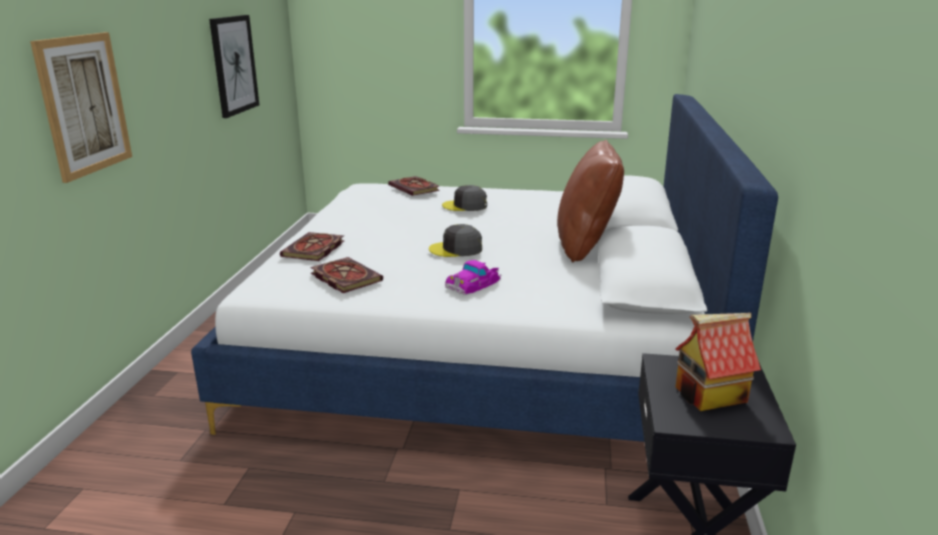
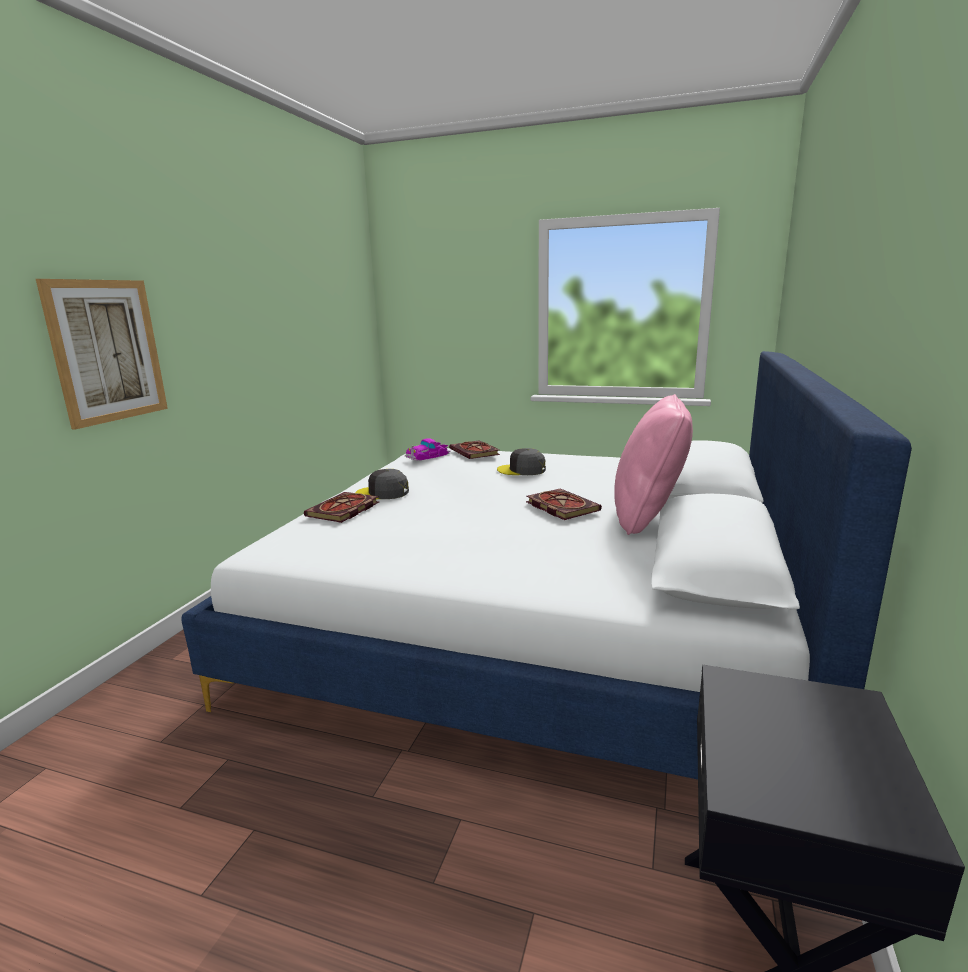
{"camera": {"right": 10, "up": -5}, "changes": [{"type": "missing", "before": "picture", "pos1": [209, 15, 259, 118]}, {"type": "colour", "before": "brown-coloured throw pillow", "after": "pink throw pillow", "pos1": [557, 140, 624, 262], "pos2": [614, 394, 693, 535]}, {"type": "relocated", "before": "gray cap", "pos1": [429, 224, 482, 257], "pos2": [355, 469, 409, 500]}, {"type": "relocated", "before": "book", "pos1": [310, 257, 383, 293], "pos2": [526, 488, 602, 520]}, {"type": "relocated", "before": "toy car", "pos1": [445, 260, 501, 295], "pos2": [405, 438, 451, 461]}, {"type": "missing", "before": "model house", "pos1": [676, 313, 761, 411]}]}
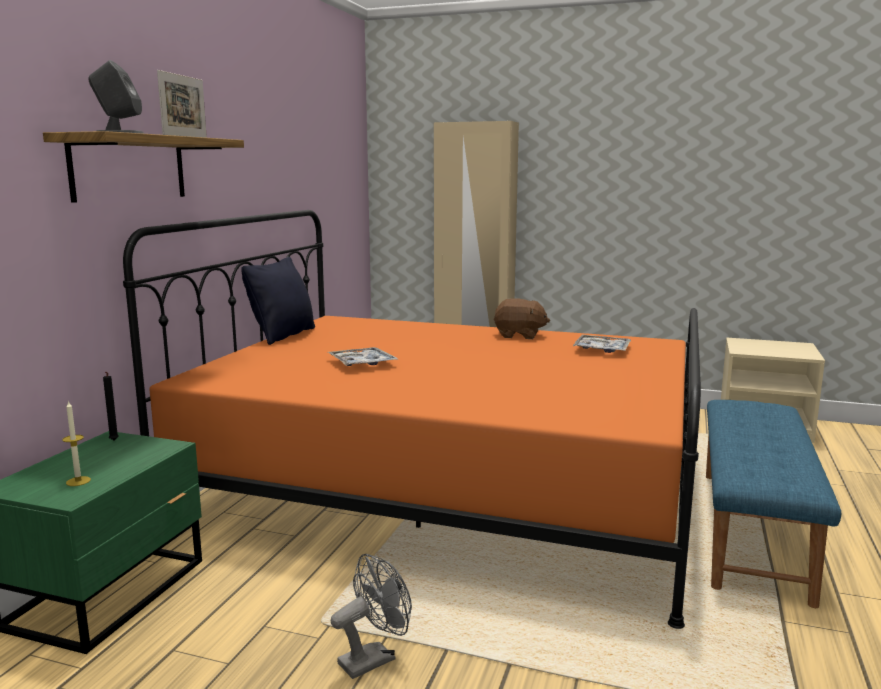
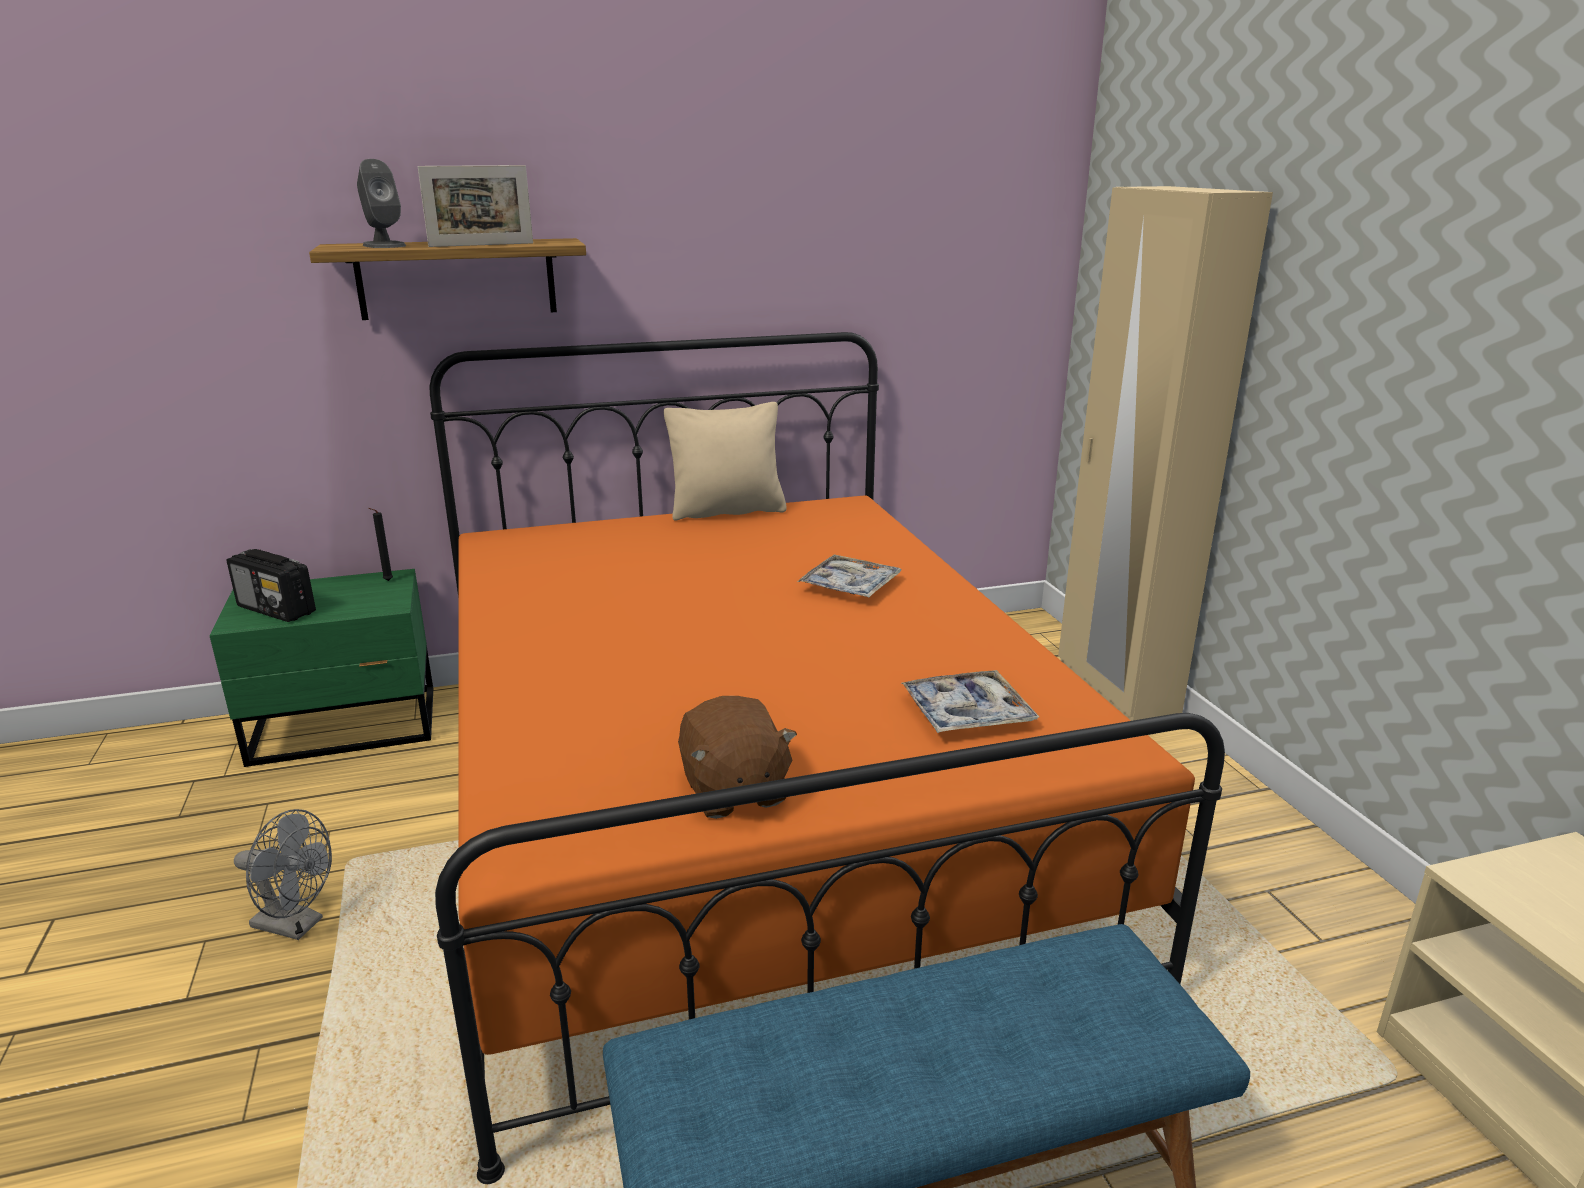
{"camera": {"right": 55, "up": 10}, "changes": [{"type": "colour", "before": "blackish throw pillow", "after": "beige-coloured throw pillow", "pos1": [241, 257, 315, 345], "pos2": [664, 402, 787, 521]}, {"type": "relocated", "before": "brown-coloured soft toy", "pos1": [494, 298, 550, 339], "pos2": [678, 696, 797, 819]}, {"type": "relocated", "before": "serving tray", "pos1": [328, 347, 398, 366], "pos2": [797, 554, 901, 597]}, {"type": "exchanged", "before": "wax light", "after": "radio receiver", "pos1": [62, 401, 91, 486], "pos2": [226, 549, 316, 622]}]}
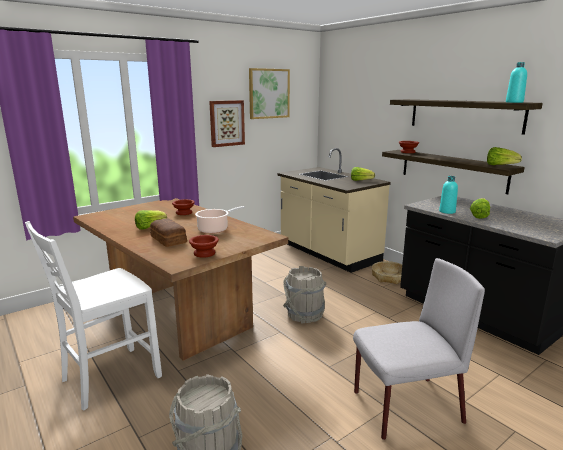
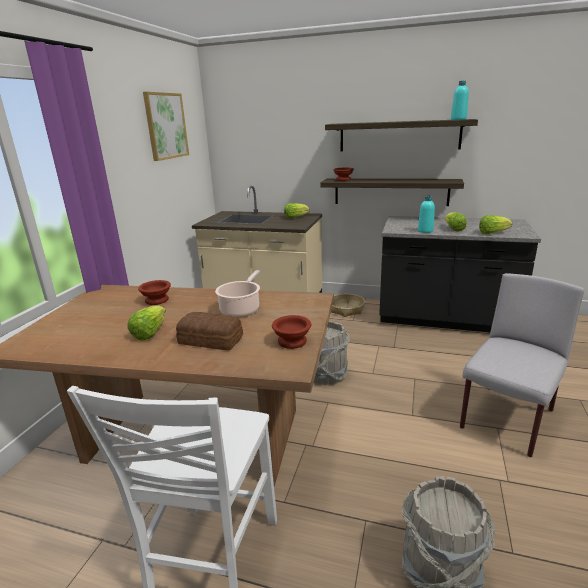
{"camera": {"right": -35, "up": 5}, "changes": [{"type": "missing", "before": "picture", "pos1": [209, 100, 245, 147]}, {"type": "relocated", "before": "lettuce head", "pos1": [487, 147, 522, 165], "pos2": [479, 215, 512, 234]}]}
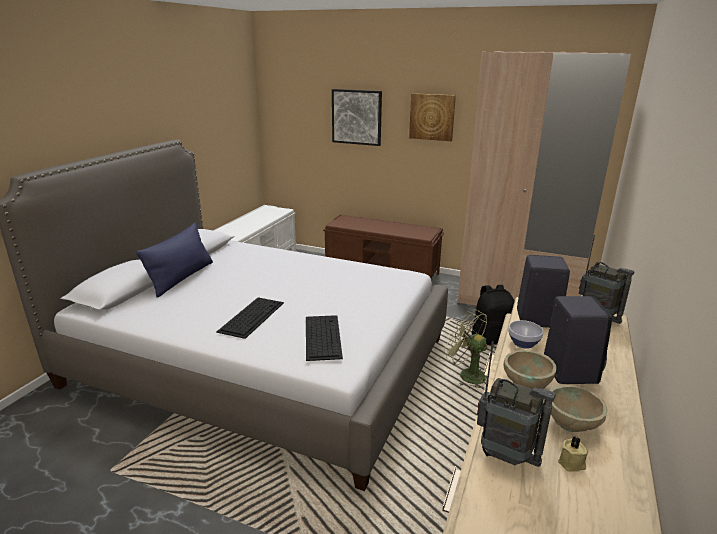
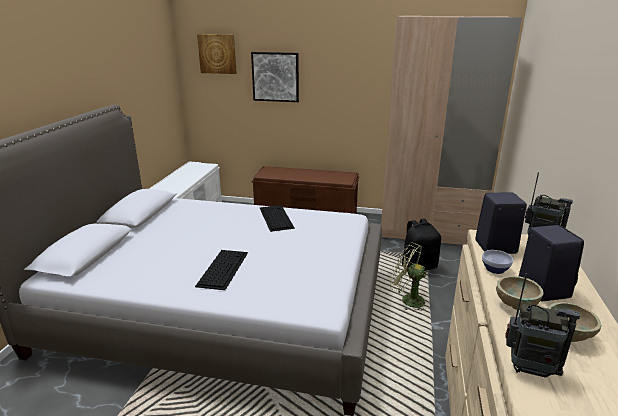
{"camera": {"right": -10, "up": 0}, "changes": [{"type": "relocated", "before": "picture", "pos1": [409, 93, 456, 141], "pos2": [197, 34, 237, 74]}, {"type": "missing", "before": "blue-coloured throw pillow", "pos1": [136, 223, 213, 298]}, {"type": "relocated", "before": "computer keyboard", "pos1": [306, 315, 343, 361], "pos2": [260, 205, 295, 232]}, {"type": "missing", "before": "beige-coloured wax light", "pos1": [558, 437, 588, 472]}]}
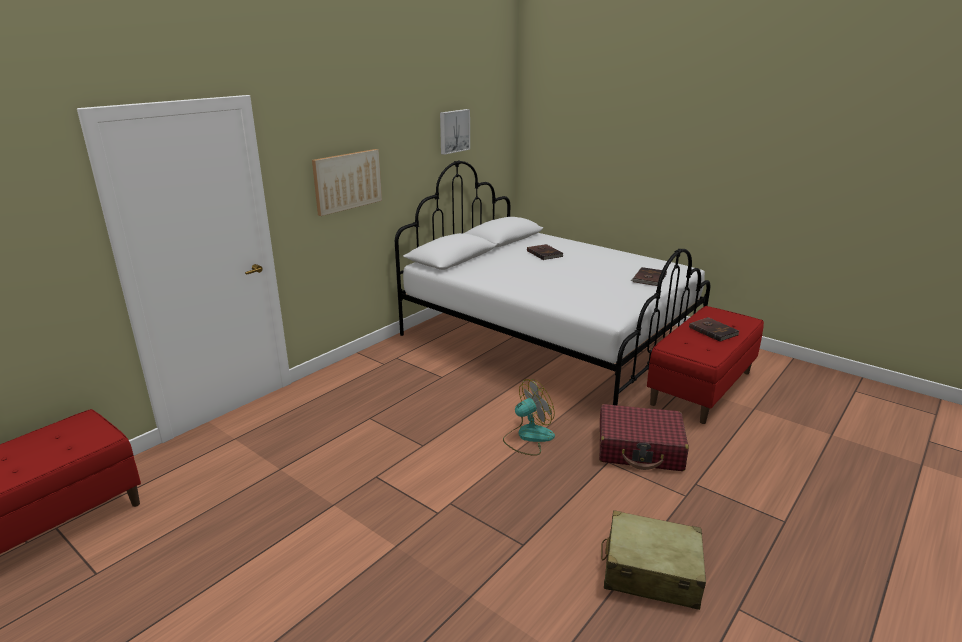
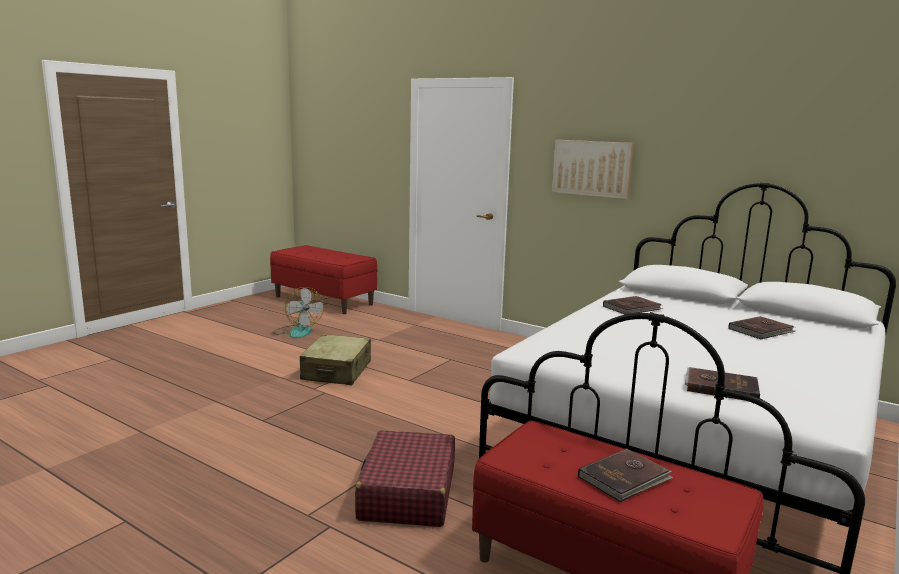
{"camera": {"right": 85, "up": -10}, "changes": [{"type": "missing", "before": "picture", "pos1": [440, 109, 470, 155]}, {"type": "relocated", "before": "cooling fan", "pos1": [503, 379, 555, 456], "pos2": [273, 287, 324, 339]}, {"type": "relocated", "before": "beige-coloured travel case", "pos1": [601, 510, 706, 610], "pos2": [300, 334, 371, 385]}, {"type": "appeared", "after": "brown-coloured book", "pos2": [603, 296, 663, 315]}]}
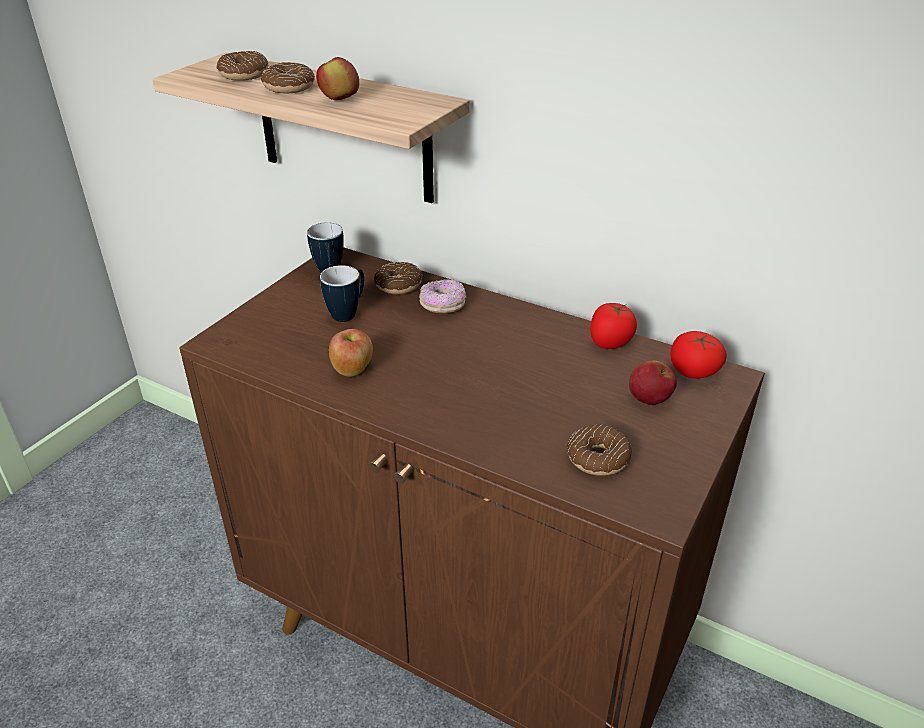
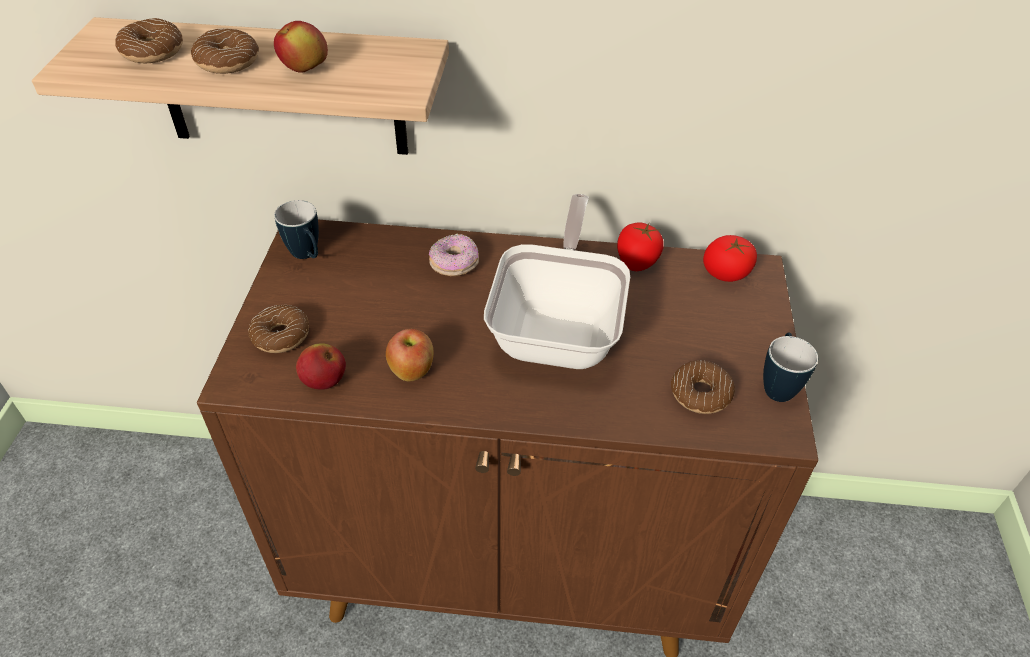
{"camera": {"right": -25, "up": 10}, "changes": [{"type": "relocated", "before": "doughnut", "pos1": [374, 262, 422, 294], "pos2": [249, 305, 309, 353]}, {"type": "relocated", "before": "tea mug", "pos1": [320, 265, 364, 322], "pos2": [763, 332, 818, 402]}, {"type": "relocated", "before": "apple", "pos1": [629, 361, 677, 405], "pos2": [296, 343, 346, 390]}, {"type": "appeared", "after": "skillet", "pos2": [484, 194, 630, 369]}]}
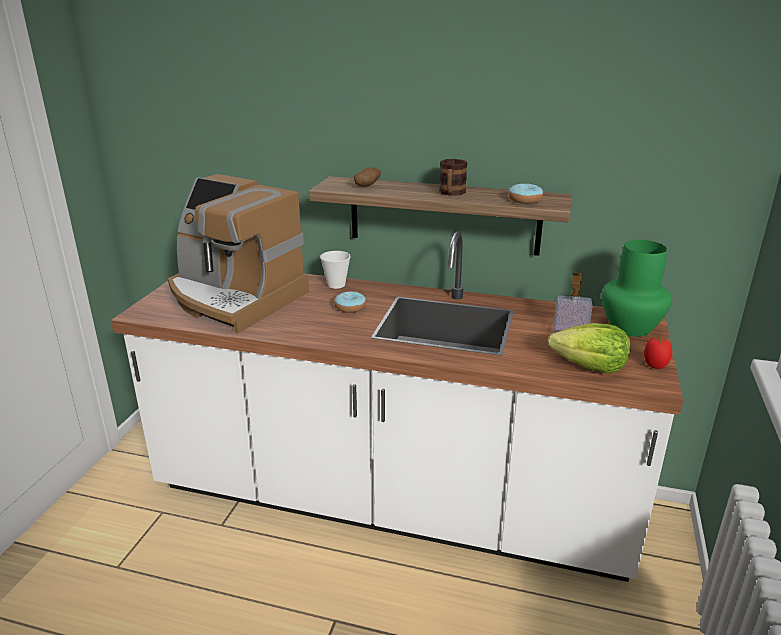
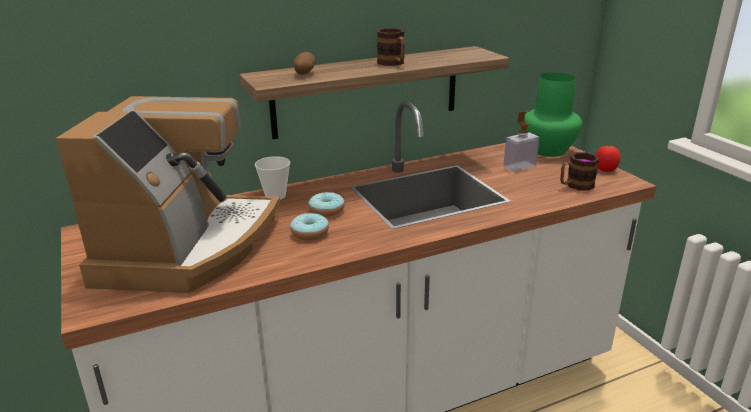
{"camera": {"right": -40, "up": 0}, "changes": [{"type": "spun", "before": "coffee maker", "pos1": [168, 174, 309, 334], "pos2": [56, 96, 280, 293], "turn": -75}, {"type": "relocated", "before": "doughnut", "pos1": [508, 184, 543, 204], "pos2": [290, 213, 329, 240]}, {"type": "exchanged", "before": "lettuce head", "after": "tea mug", "pos1": [548, 323, 631, 374], "pos2": [560, 152, 599, 191]}]}
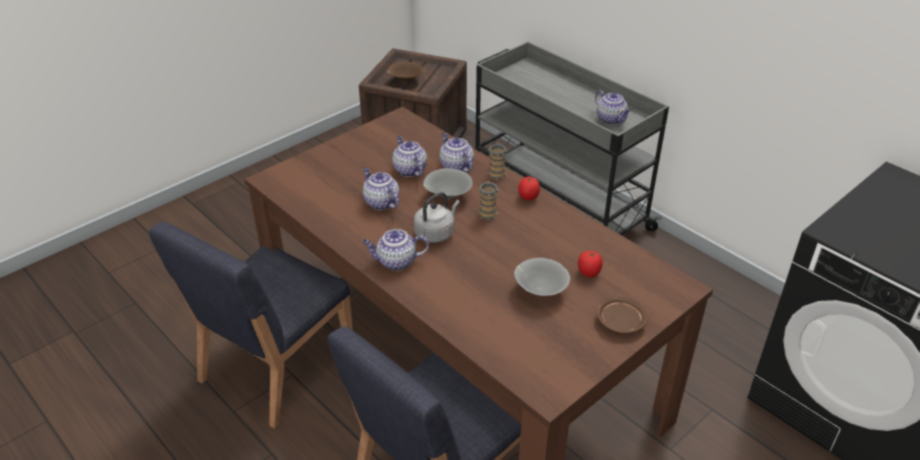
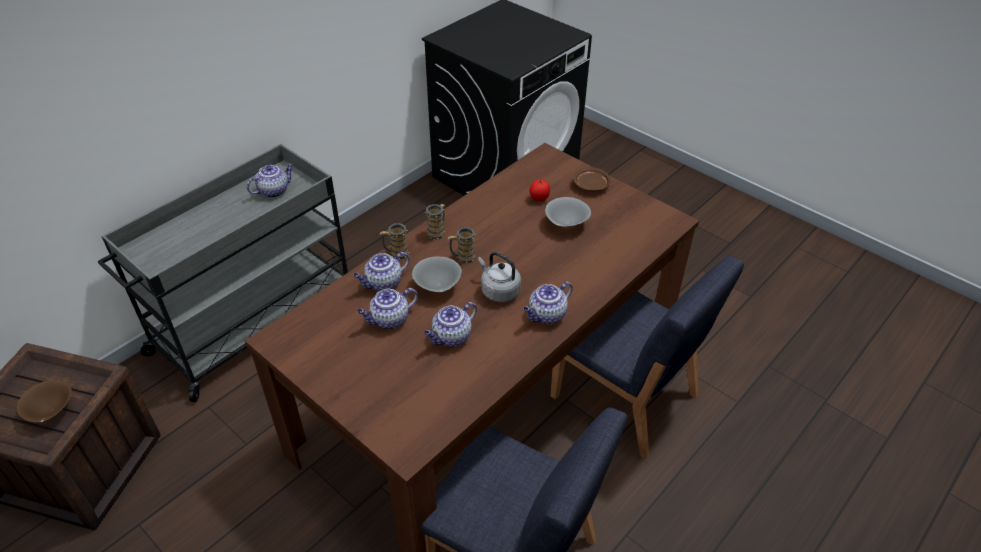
{"camera": {"right": -95, "up": 5}, "changes": [{"type": "exchanged", "before": "whole tomato", "after": "tea mug", "pos1": [518, 176, 540, 200], "pos2": [425, 204, 446, 240]}, {"type": "spun", "before": "teapot", "pos1": [362, 229, 429, 271], "pos2": [524, 281, 573, 324], "turn": 60}]}
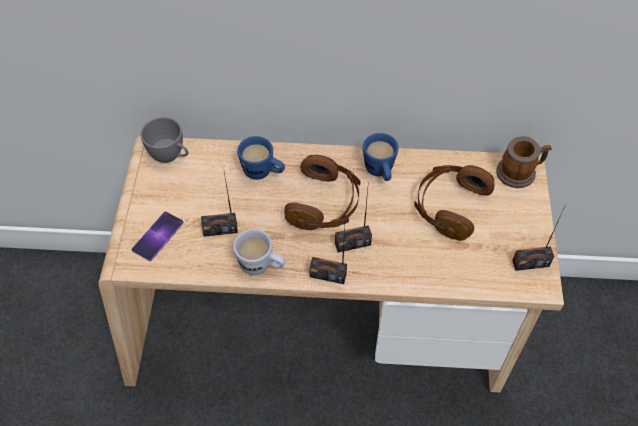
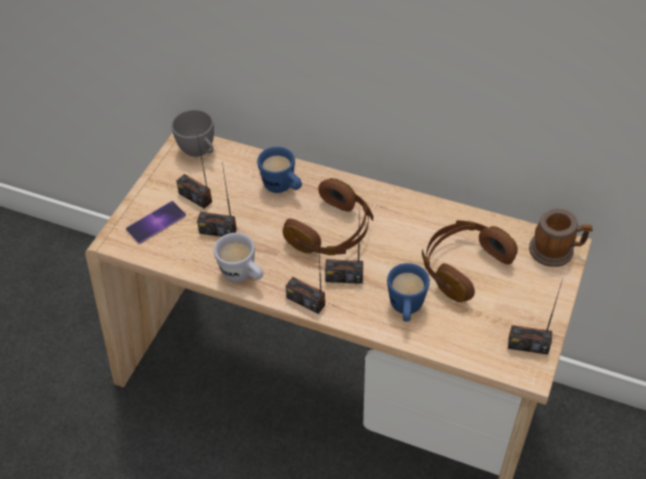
{"camera": {"right": 20, "up": -5}, "changes": [{"type": "relocated", "before": "blue-coloured tea mug", "pos1": [363, 133, 399, 181], "pos2": [387, 263, 430, 321]}, {"type": "appeared", "after": "radio receiver", "pos2": [176, 134, 212, 209]}]}
